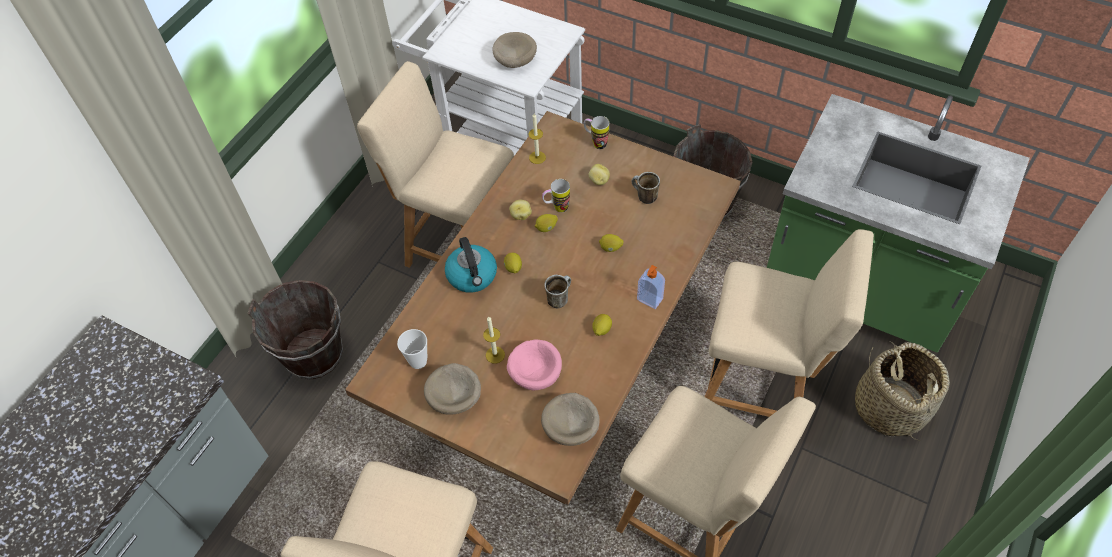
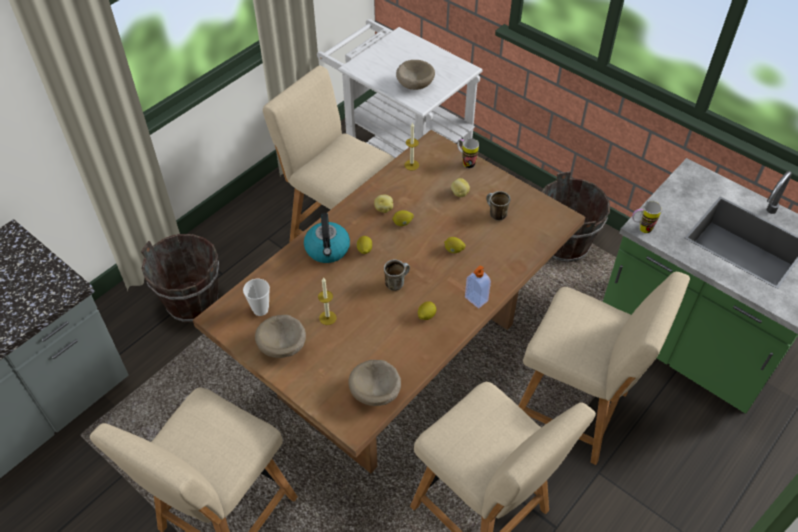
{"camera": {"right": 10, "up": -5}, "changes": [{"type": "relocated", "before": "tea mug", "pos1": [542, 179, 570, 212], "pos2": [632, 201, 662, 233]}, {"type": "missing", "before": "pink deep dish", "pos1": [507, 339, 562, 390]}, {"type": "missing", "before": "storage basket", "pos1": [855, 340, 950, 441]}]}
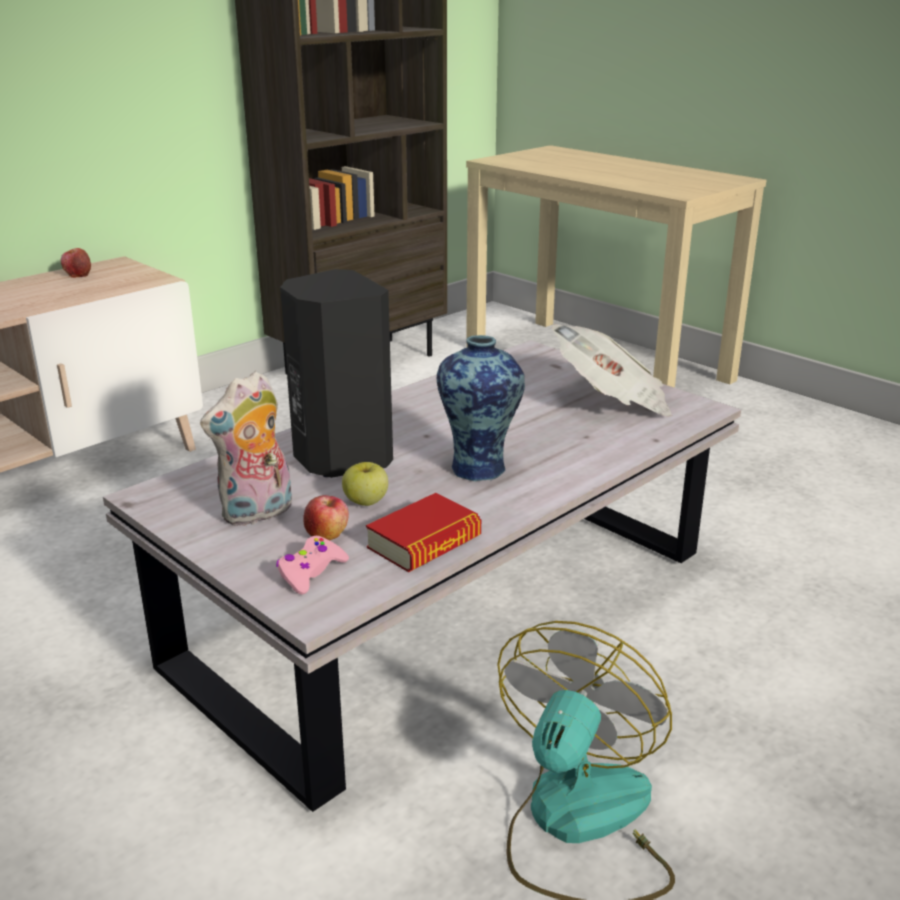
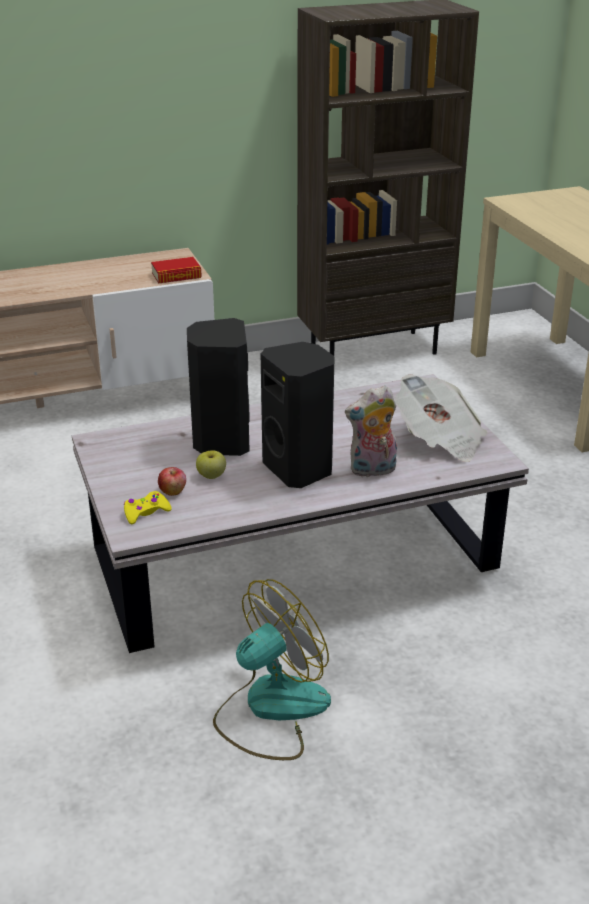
{"camera": {"right": 25, "up": 5}, "changes": [{"type": "missing", "before": "apple", "pos1": [61, 248, 91, 278]}, {"type": "exchanged", "before": "decorative vase", "after": "blackish audio speaker", "pos1": [437, 335, 525, 482], "pos2": [261, 342, 335, 488]}, {"type": "relocated", "before": "soft toy", "pos1": [200, 371, 292, 527], "pos2": [345, 385, 397, 478]}, {"type": "relocated", "before": "book", "pos1": [366, 493, 481, 572], "pos2": [151, 257, 202, 284]}, {"type": "colour", "before": "pink gamepad", "after": "yellowish gamepad", "pos1": [276, 536, 349, 594], "pos2": [124, 491, 172, 524]}]}
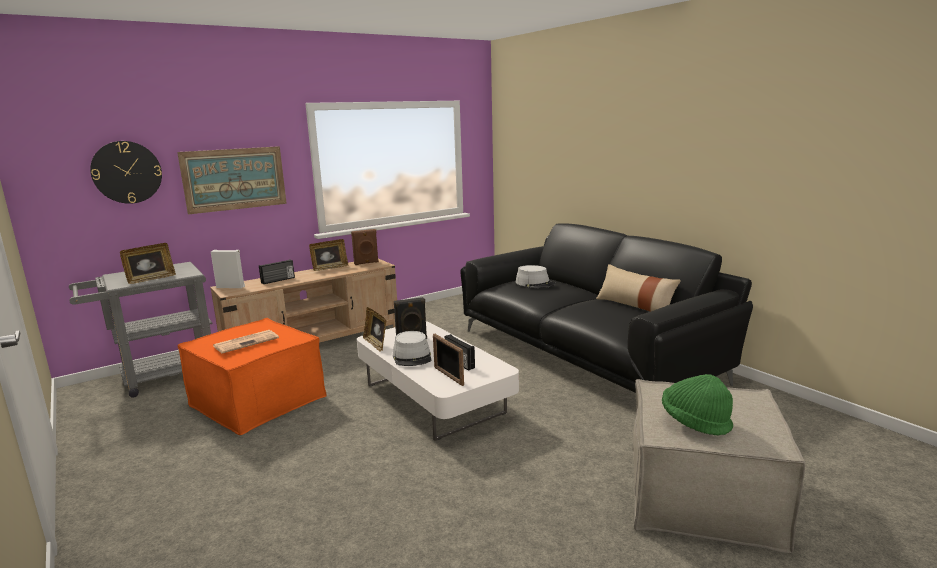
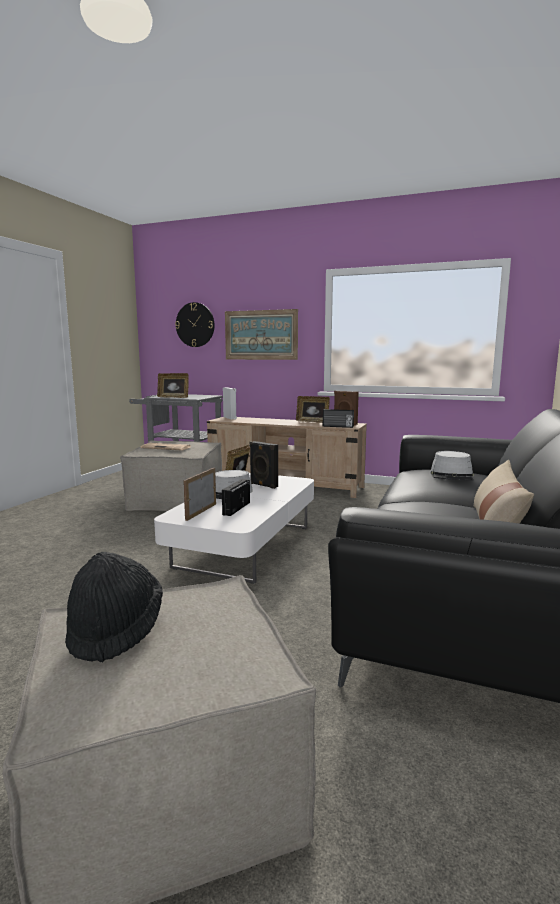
{"camera": {"right": 55, "up": -5}, "changes": [{"type": "relocated", "before": "radio receiver", "pos1": [259, 259, 295, 284], "pos2": [323, 409, 354, 428]}, {"type": "colour", "before": "orange pouffe", "after": "beige-coloured pouffe", "pos1": [178, 318, 327, 435], "pos2": [120, 440, 222, 511]}, {"type": "colour", "before": "green clothing hat", "after": "blackish clothing hat", "pos1": [662, 374, 733, 436], "pos2": [65, 552, 163, 662]}]}
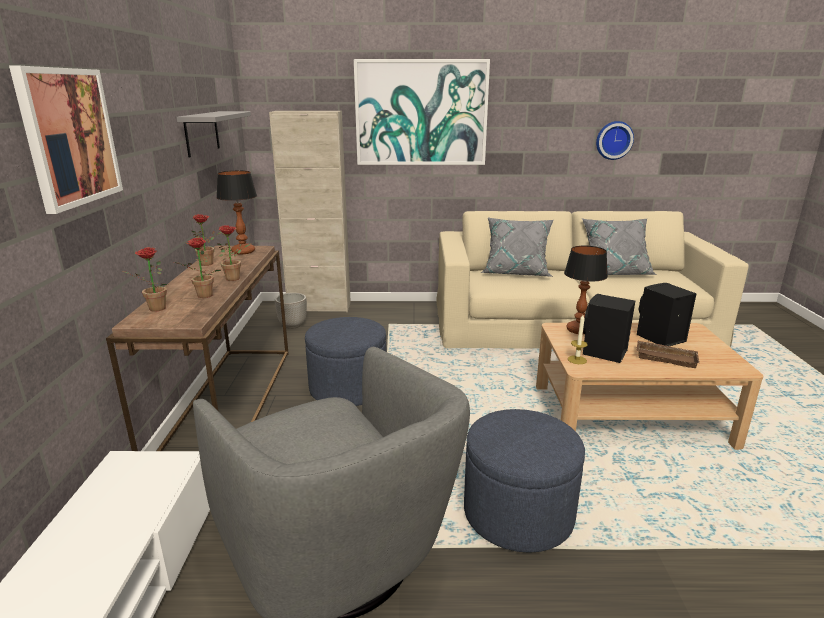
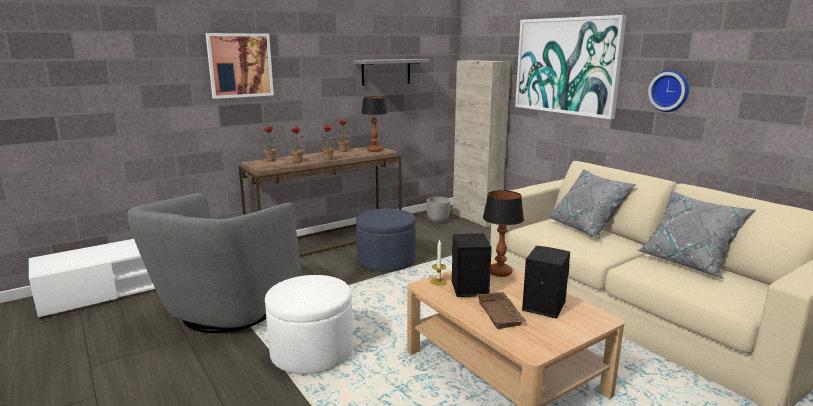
{"camera": {"right": 55, "up": -5}, "changes": [{"type": "relocated", "before": "hanging clock", "pos1": [596, 121, 634, 160], "pos2": [648, 70, 689, 112]}, {"type": "colour", "before": "blue-coloured pouffe", "after": "white-coloured pouffe", "pos1": [464, 409, 585, 553], "pos2": [265, 275, 353, 374]}]}
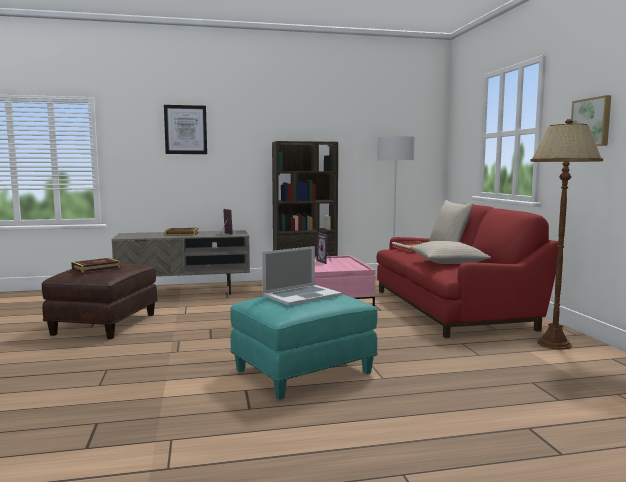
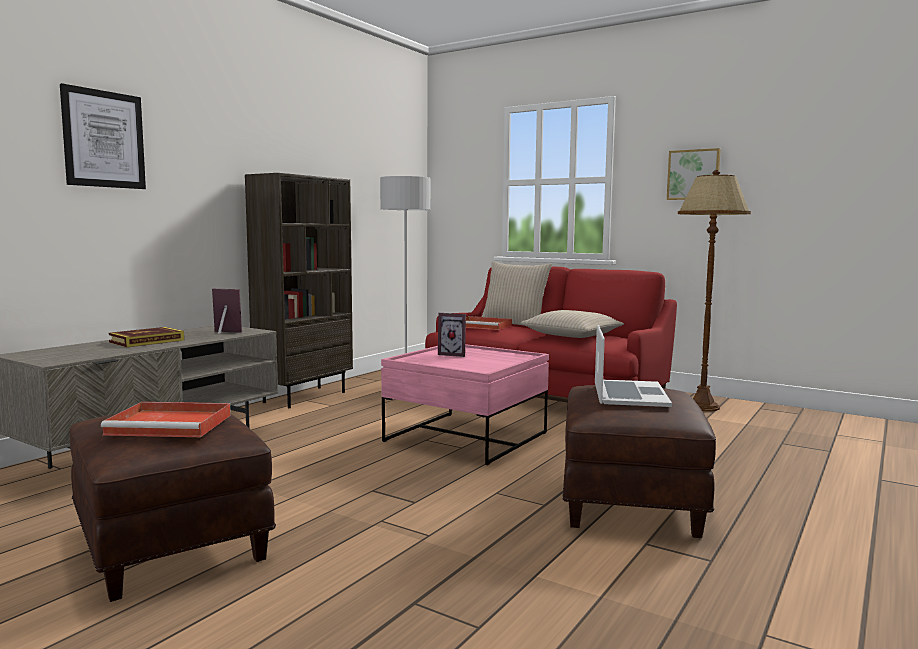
{"camera": {"right": -45, "up": 0}, "changes": [{"type": "exchanged", "before": "book", "after": "red-coloured serving tray", "pos1": [71, 258, 120, 273], "pos2": [101, 402, 231, 437]}, {"type": "colour", "before": "turquoise pouffe", "after": "brown-coloured pouffe", "pos1": [230, 294, 378, 400], "pos2": [563, 385, 716, 538]}]}
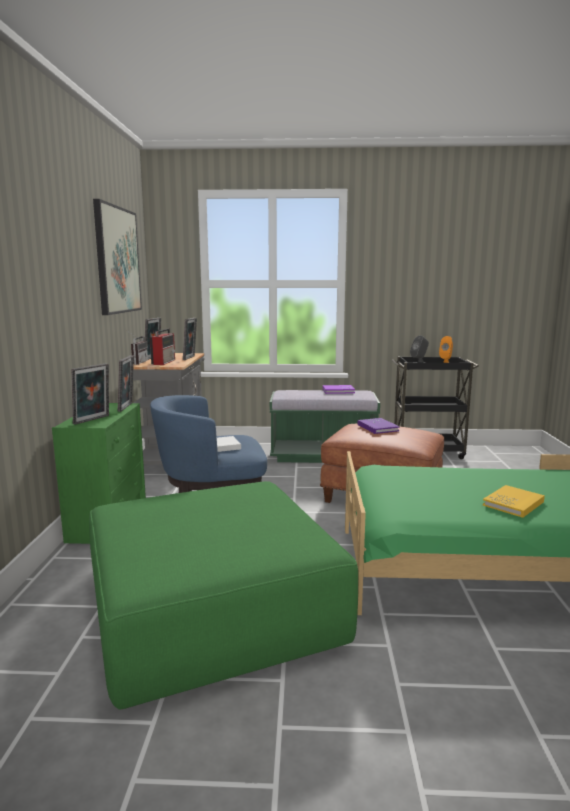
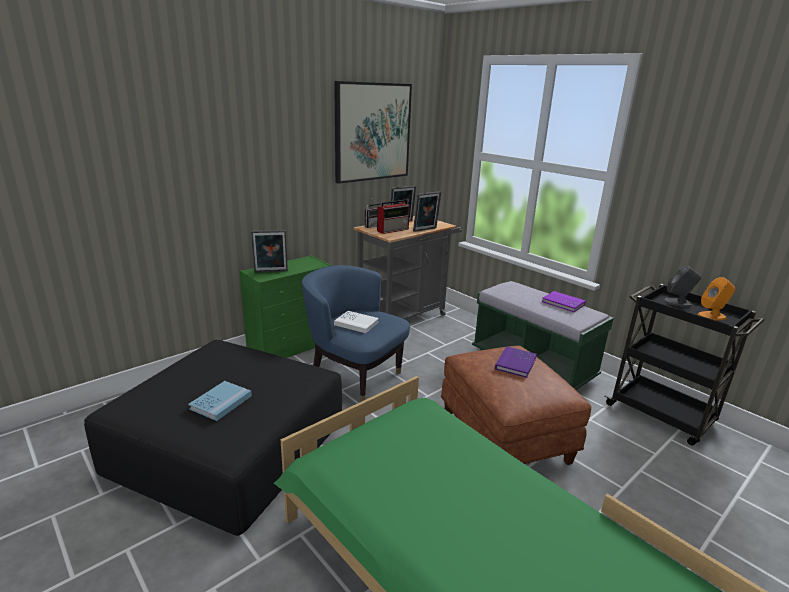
{"camera": {"right": 45, "up": 10}, "changes": [{"type": "missing", "before": "picture frame", "pos1": [118, 355, 134, 412]}, {"type": "colour", "before": "green pouffe", "after": "blackish pouffe", "pos1": [89, 481, 358, 709], "pos2": [84, 340, 342, 536]}, {"type": "missing", "before": "yellowish book", "pos1": [483, 485, 545, 518]}, {"type": "appeared", "after": "blue-coloured book", "pos2": [189, 381, 252, 421]}]}
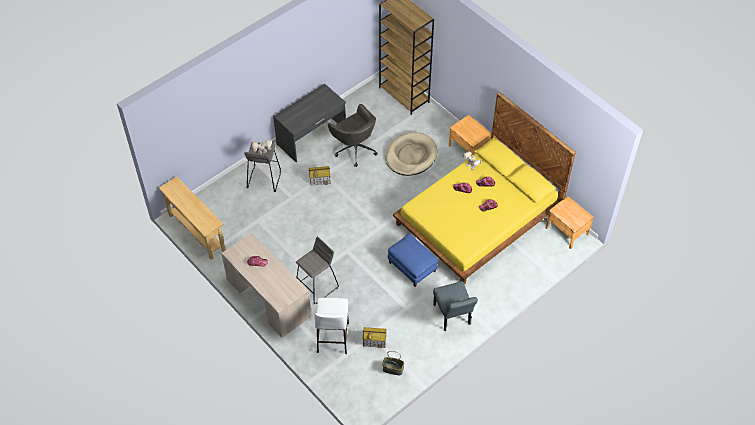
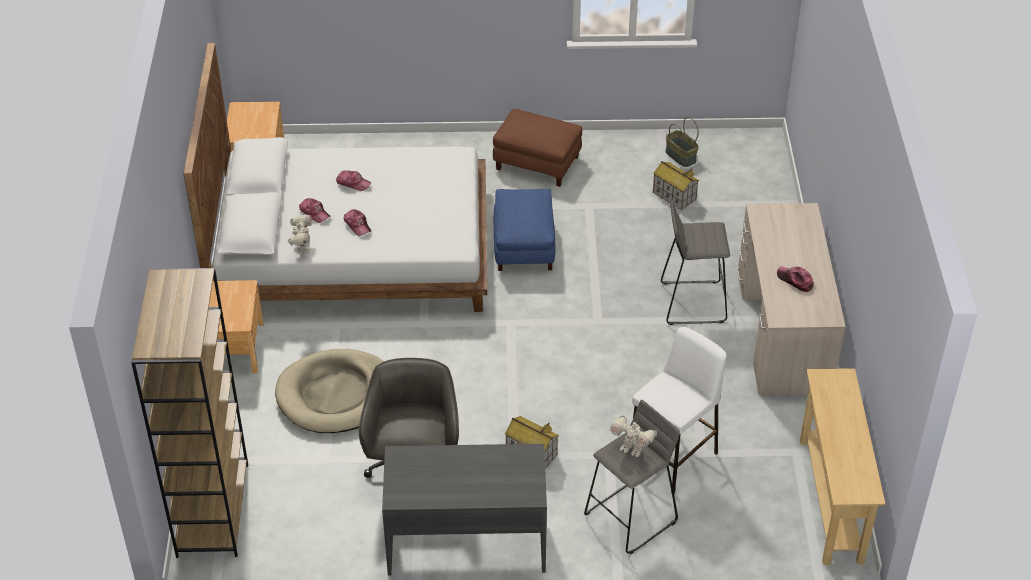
{"camera": {"right": -140, "up": -10}, "changes": [{"type": "colour", "before": "yellowish bed", "after": "white-coloured bed", "pos1": [393, 92, 576, 284], "pos2": [183, 43, 487, 312]}, {"type": "exchanged", "before": "gray upright chair", "after": "brown-coloured pouffe", "pos1": [433, 281, 478, 331], "pos2": [493, 108, 582, 187]}, {"type": "relocated", "before": "white-coloured stool seat", "pos1": [315, 298, 349, 354], "pos2": [632, 327, 726, 493]}]}
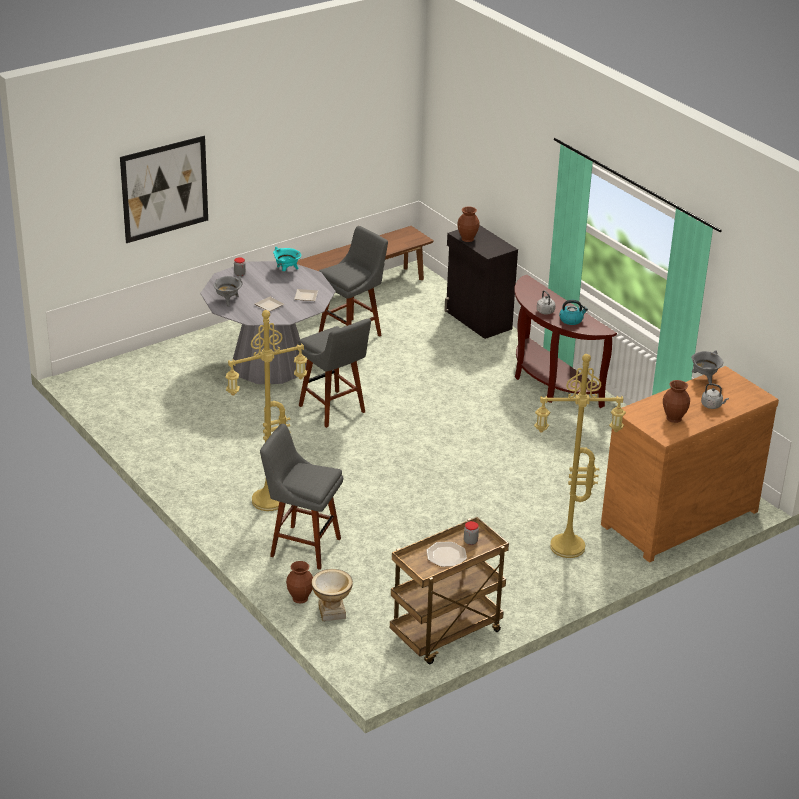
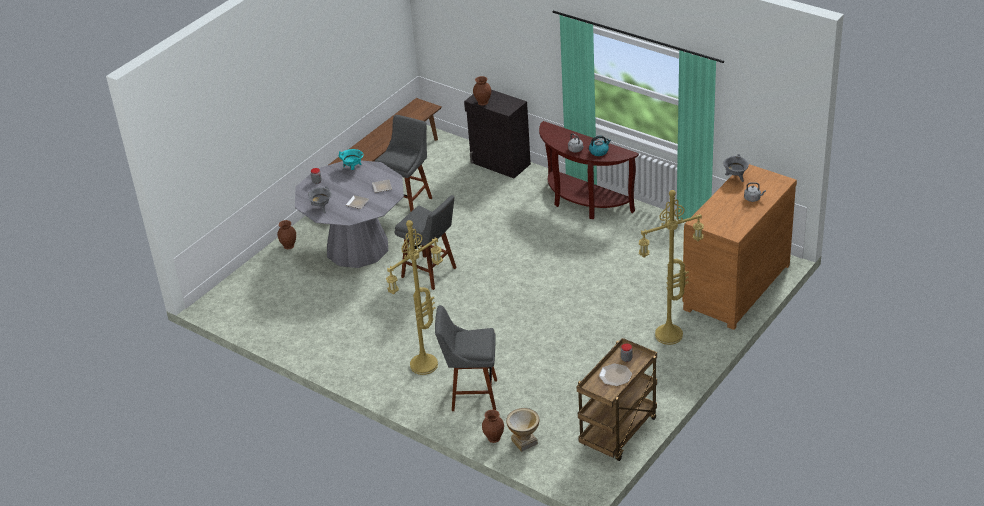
{"camera": {"right": -15, "up": 5}, "changes": [{"type": "missing", "before": "picture", "pos1": [120, 136, 208, 243]}, {"type": "relocated", "before": "brown-coloured decorative vase", "pos1": [663, 380, 690, 423], "pos2": [277, 220, 296, 249]}]}
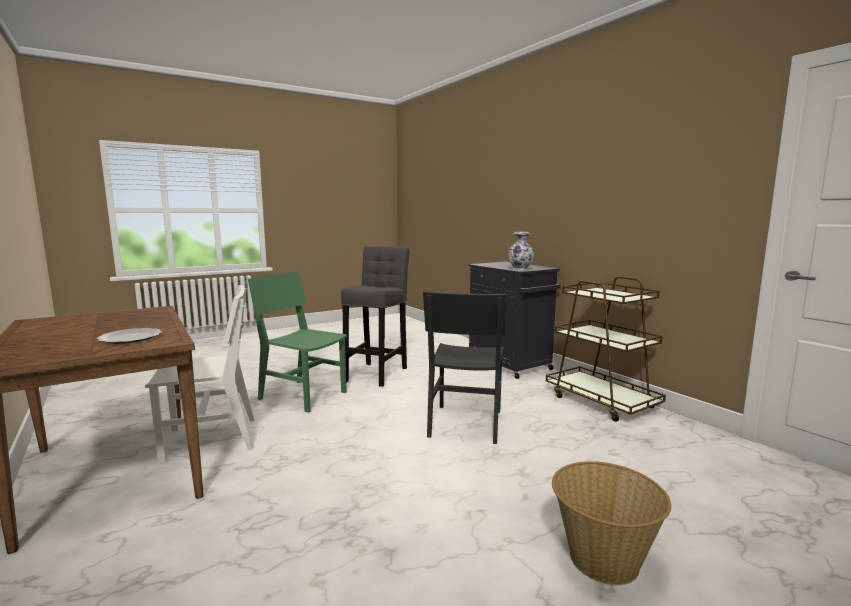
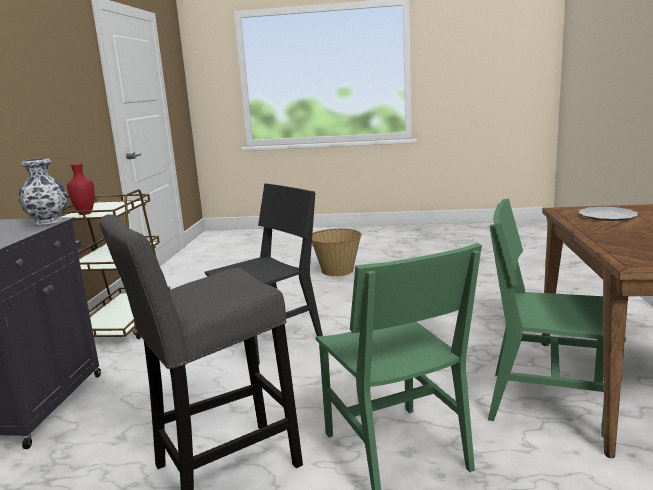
{"camera": {"right": -140, "up": 5}, "changes": [{"type": "colour", "before": "white-coloured upright chair", "after": "green upright chair", "pos1": [145, 285, 254, 463], "pos2": [488, 199, 626, 437]}, {"type": "appeared", "after": "red-coloured decorative vase", "pos2": [67, 163, 95, 215]}]}
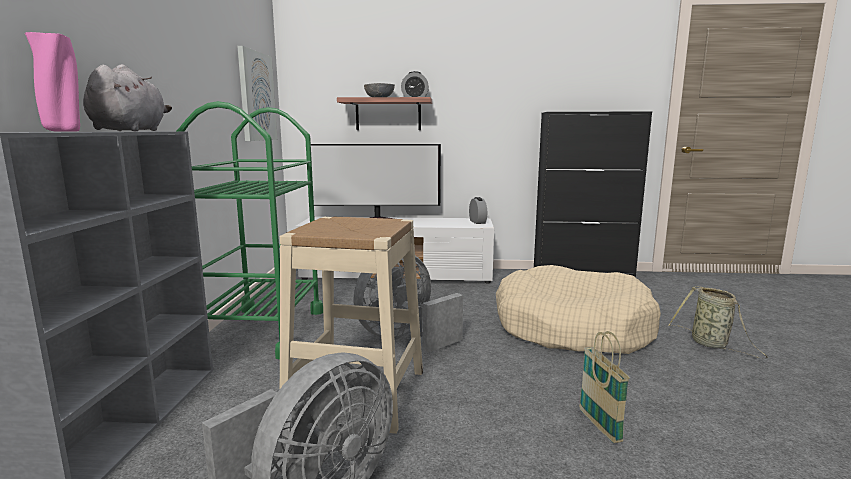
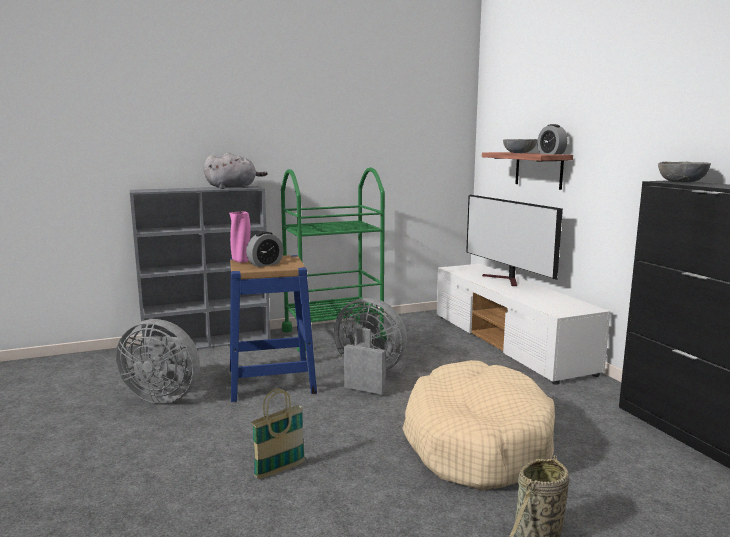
{"camera": {"right": 65, "up": 0}, "changes": [{"type": "relocated", "before": "pink decorative vase", "pos1": [25, 32, 80, 132], "pos2": [229, 211, 251, 263]}, {"type": "missing", "before": "picture", "pos1": [237, 46, 277, 141]}, {"type": "relocated", "before": "bedside clock", "pos1": [469, 197, 487, 224], "pos2": [246, 232, 283, 267]}, {"type": "colour", "before": "beige-coloured stool seat", "after": "blue-coloured stool seat", "pos1": [280, 217, 423, 434], "pos2": [230, 255, 317, 402]}, {"type": "appeared", "after": "gray deep dish", "pos2": [658, 162, 711, 182]}]}
